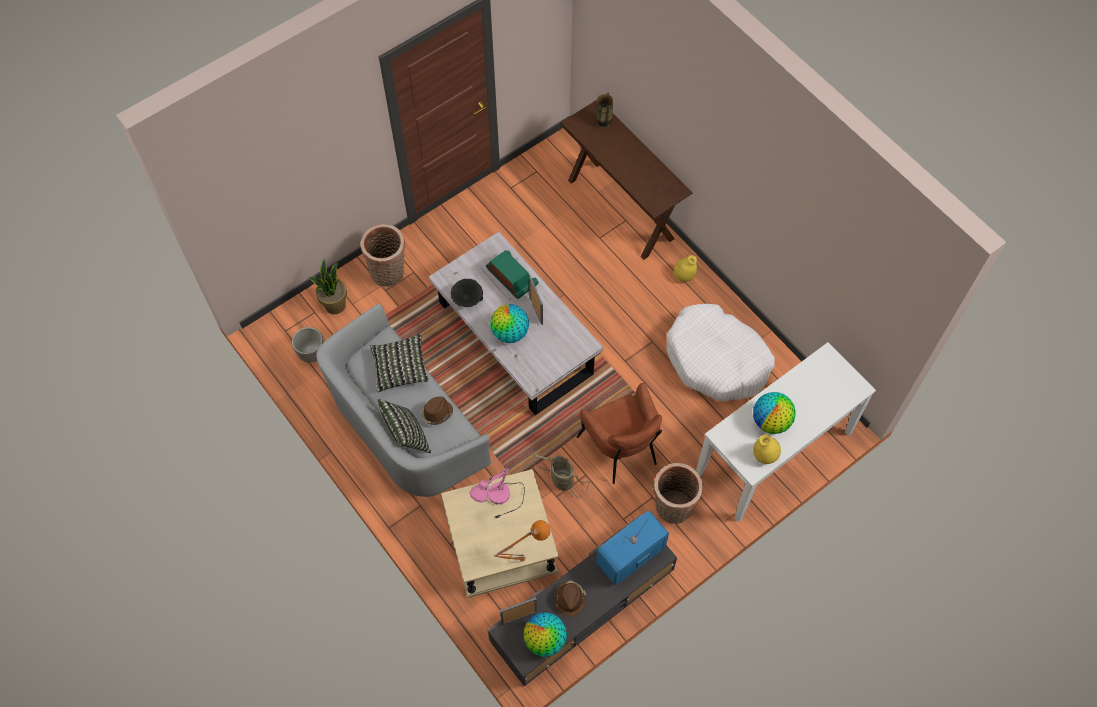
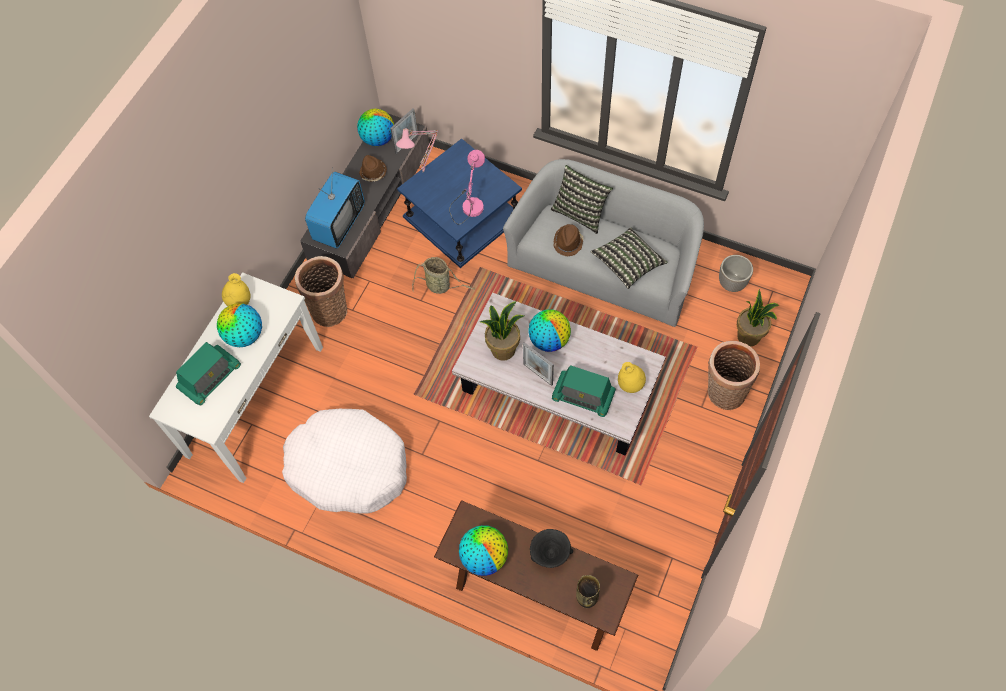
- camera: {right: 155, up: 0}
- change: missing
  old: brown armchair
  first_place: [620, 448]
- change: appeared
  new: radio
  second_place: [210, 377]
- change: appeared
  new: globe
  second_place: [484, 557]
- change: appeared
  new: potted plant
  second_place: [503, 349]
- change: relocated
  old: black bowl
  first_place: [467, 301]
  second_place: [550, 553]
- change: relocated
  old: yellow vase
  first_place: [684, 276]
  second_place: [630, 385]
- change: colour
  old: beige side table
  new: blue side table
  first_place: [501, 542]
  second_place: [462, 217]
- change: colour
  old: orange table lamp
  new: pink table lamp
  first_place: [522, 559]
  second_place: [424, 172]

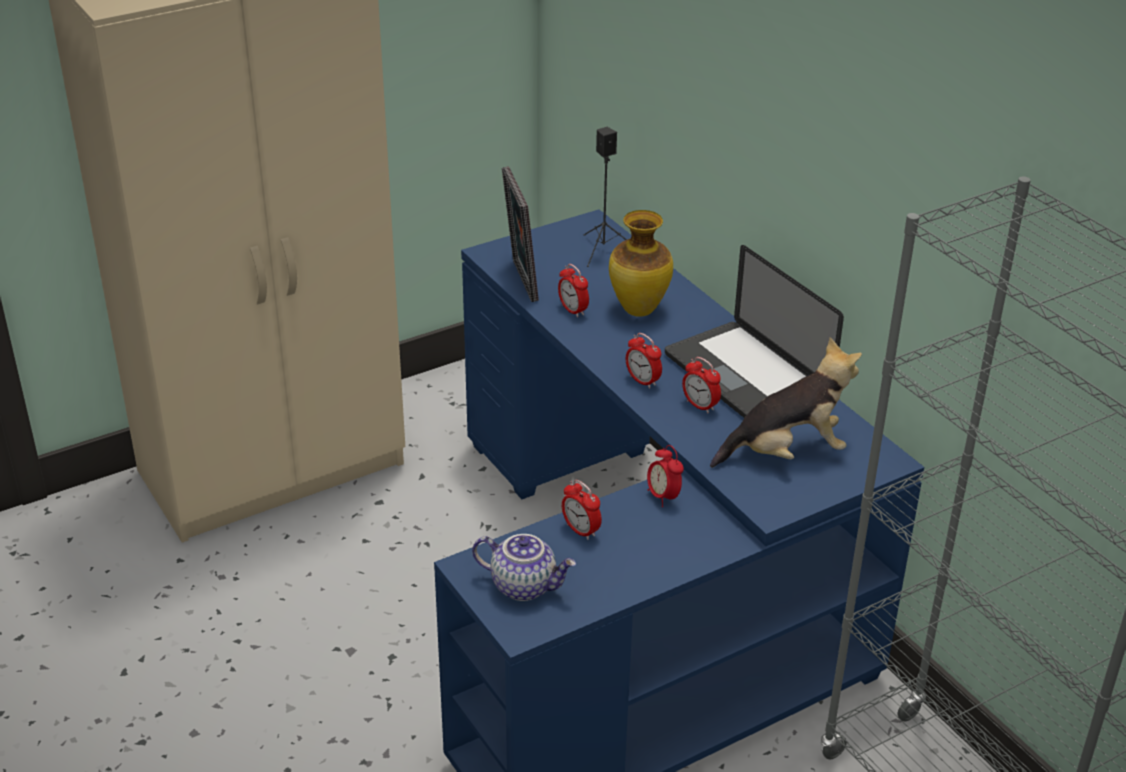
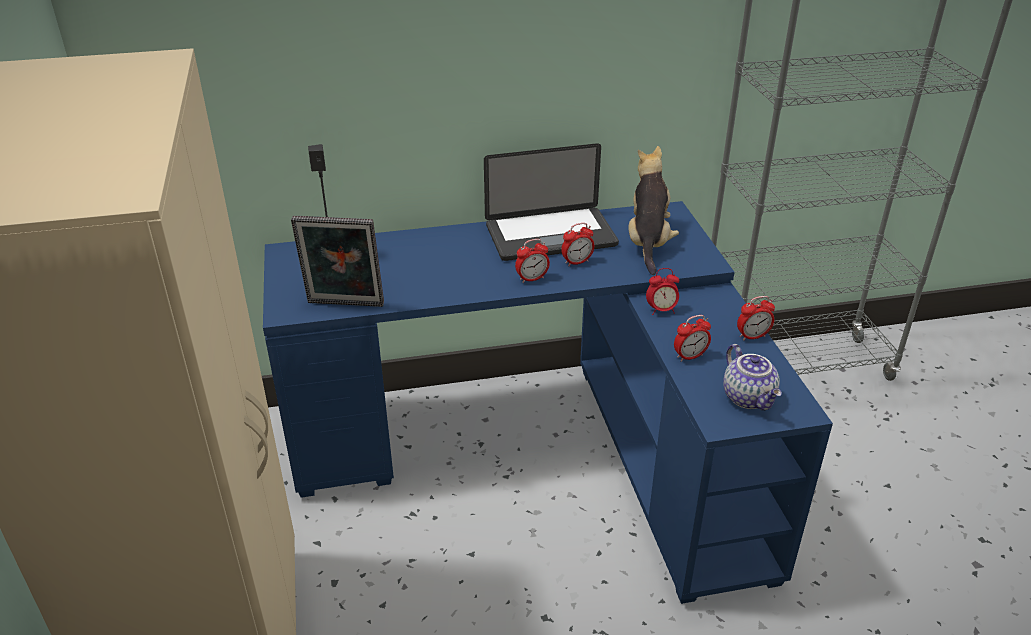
- camera: {right: -70, up: 0}
- change: missing
  old: vase
  first_place: [637, 310]
- change: relocated
  old: alarm clock
  first_place: [573, 310]
  second_place: [752, 336]
- change: spun
  old: teapot
  first_place: [525, 585]
  second_place: [749, 398]
  degrees: 120

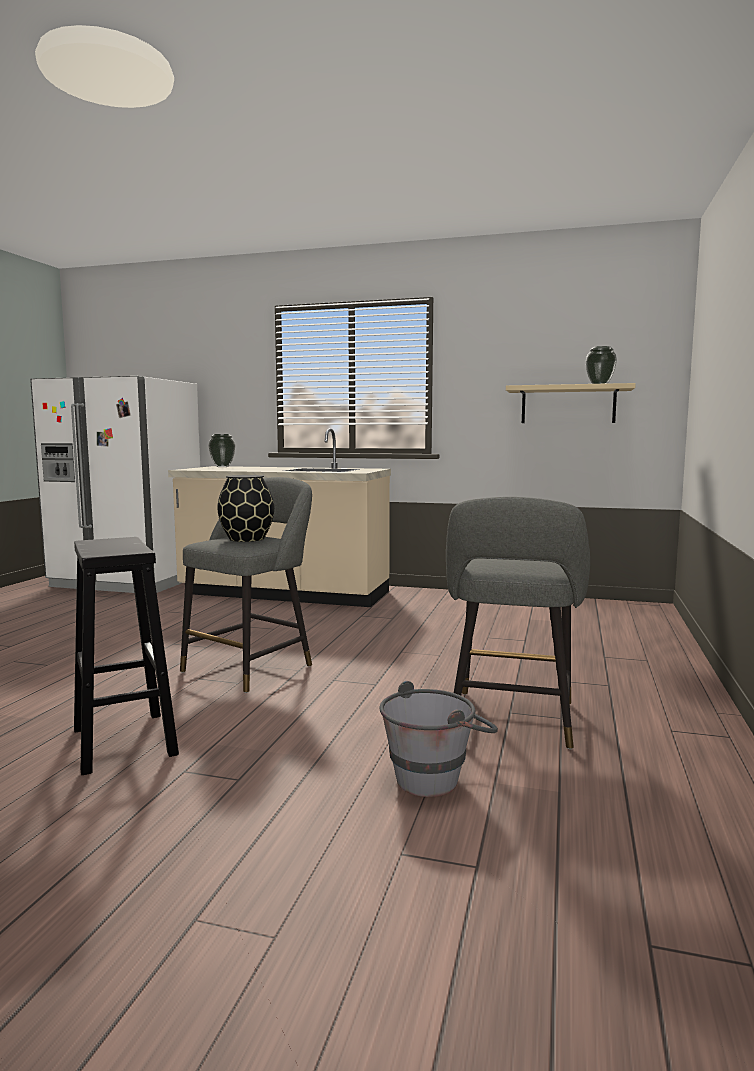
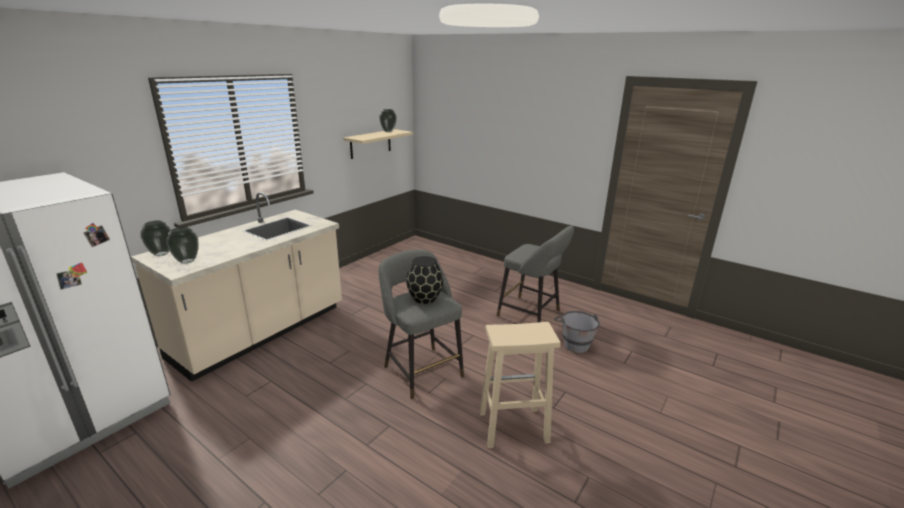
- camera: {right: -70, up: 15}
- change: appeared
  new: vase
  second_place: [187, 261]
- change: colour
  old: black stool
  new: beige stool
  first_place: [123, 741]
  second_place: [512, 427]

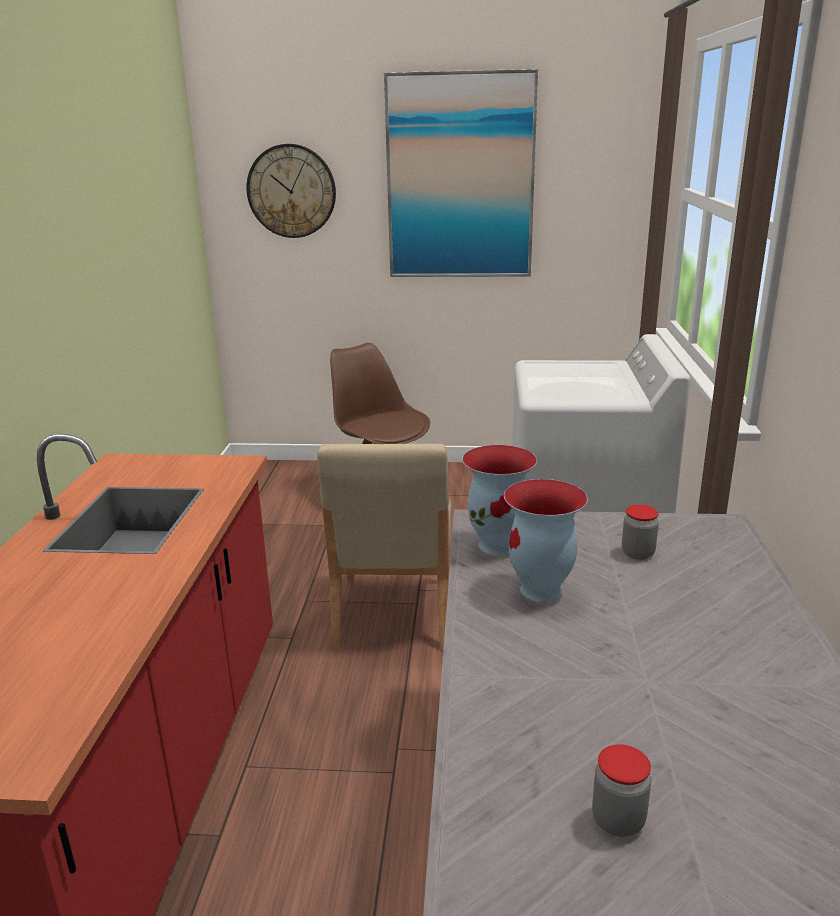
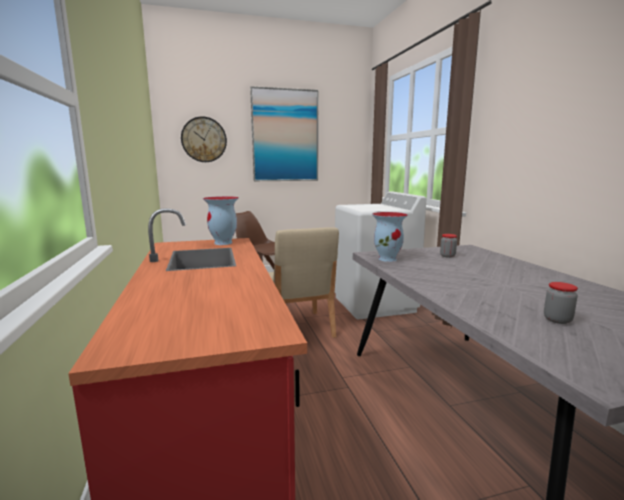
- camera: {right: -20, up: -10}
- change: relocated
  old: vase
  first_place: [541, 590]
  second_place: [223, 243]

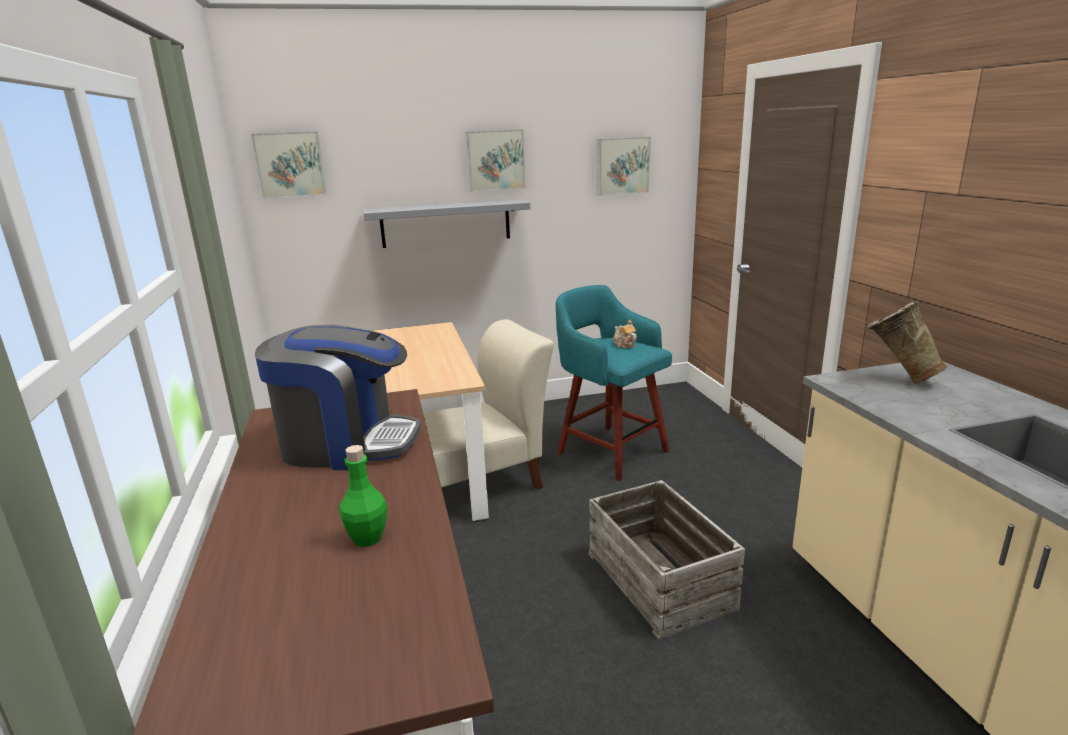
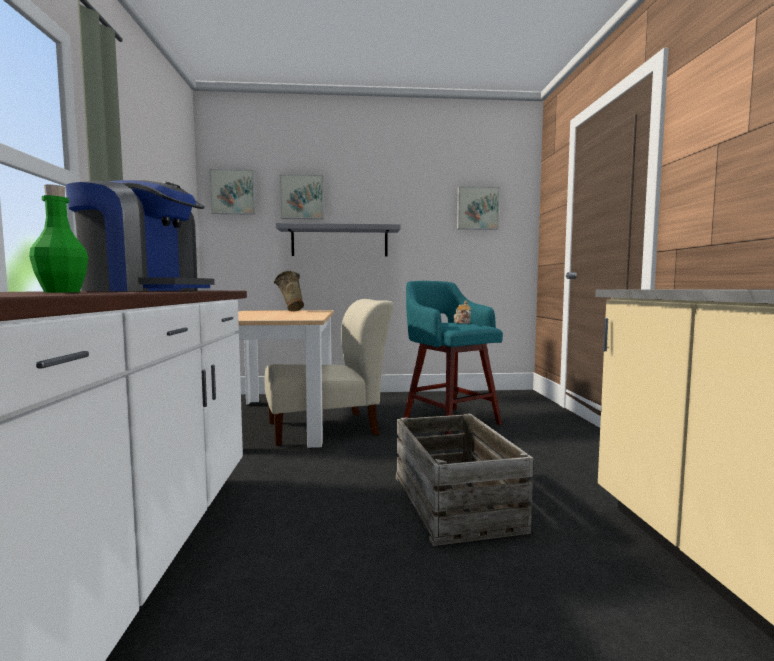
- camera: {right: 10, up: -15}
- change: relocated
  old: picture
  first_place: [495, 160]
  second_place: [302, 197]
- change: relocated
  old: beige vase
  first_place: [898, 378]
  second_place: [290, 311]

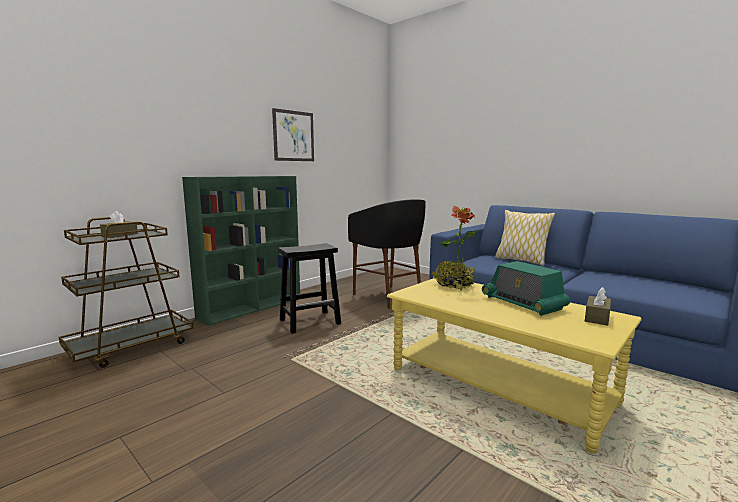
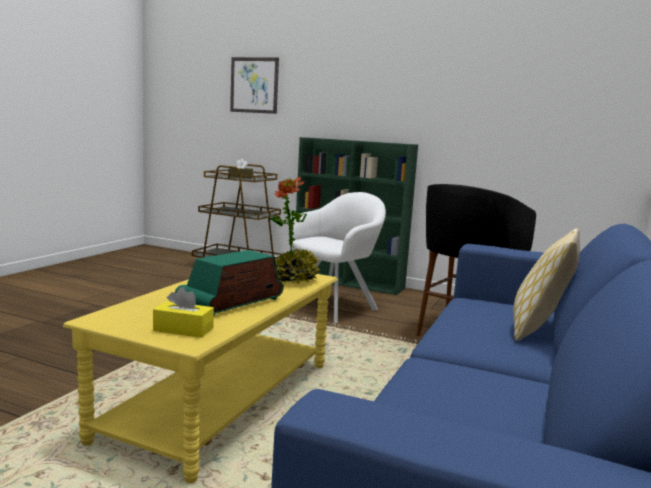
- camera: {right: 70, up: 0}
- change: relocated
  old: picture
  first_place: [293, 136]
  second_place: [254, 85]
- change: exchanged
  old: black stool
  new: white armchair
  first_place: [310, 321]
  second_place: [335, 306]
- change: colour
  old: brown tissue box
  new: yellow tissue box
  first_place: [597, 317]
  second_place: [183, 329]

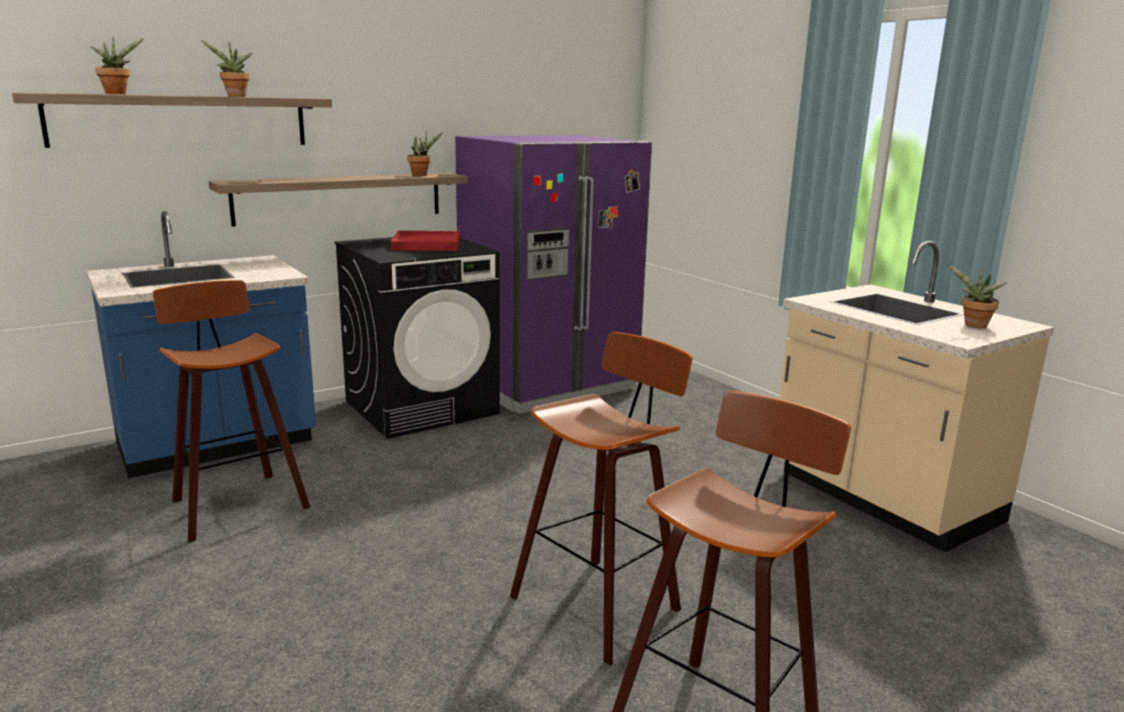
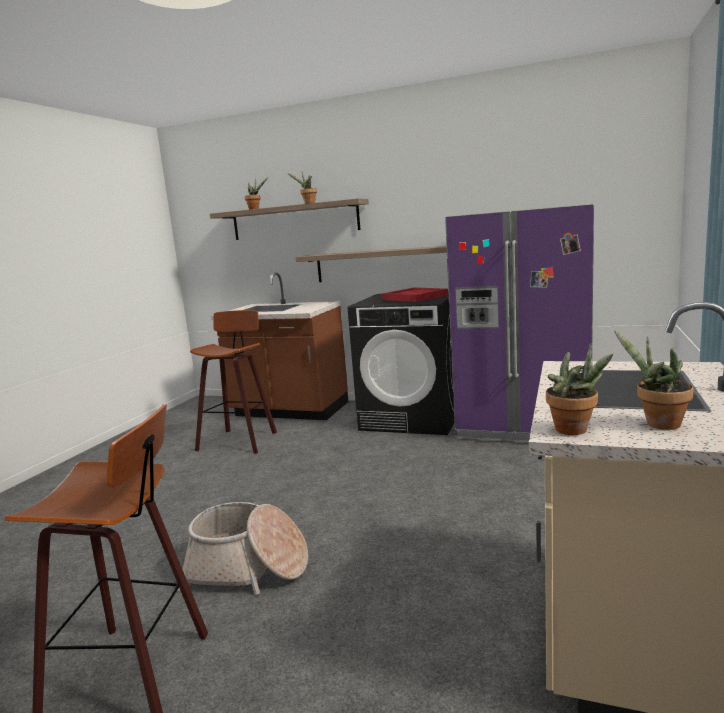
- camera: {right: 55, up: -5}
- change: relocated
  old: potted plant
  first_place: [422, 175]
  second_place: [576, 431]
- change: exchanged
  old: stool
  new: basket
  first_place: [600, 602]
  second_place: [248, 569]
- change: colour
  old: blue counter
  new: brown counter
  first_place: [217, 444]
  second_place: [289, 410]

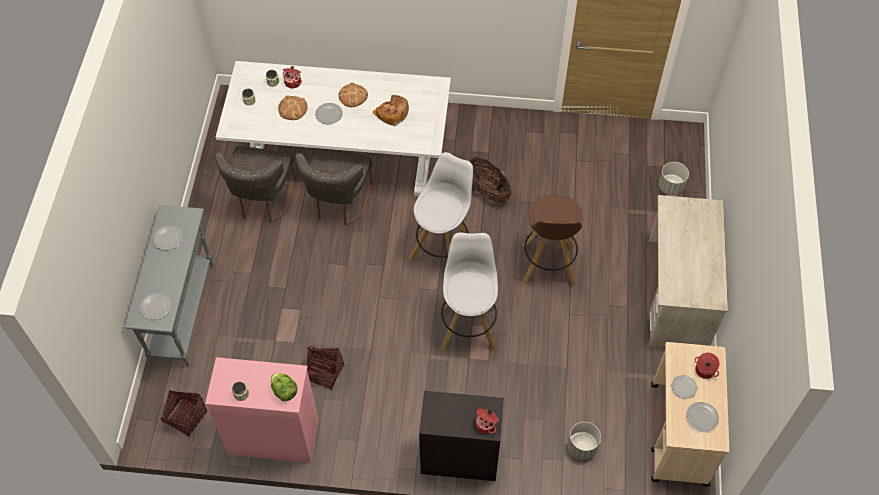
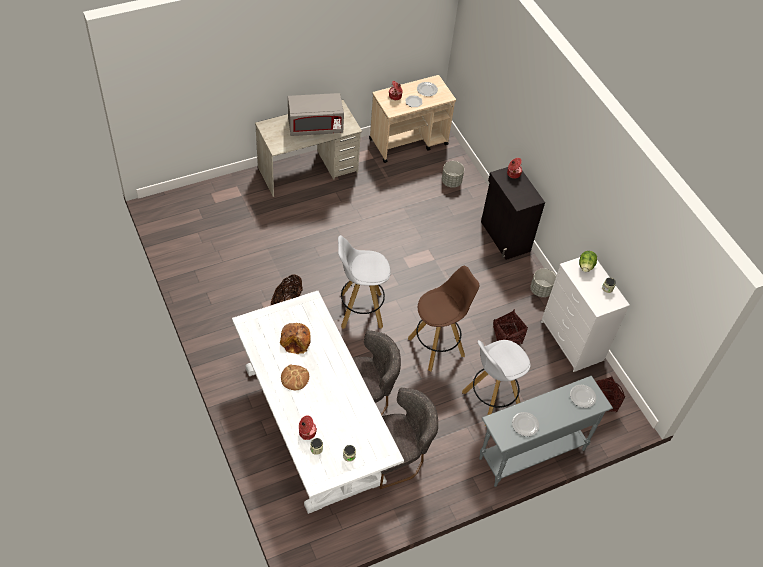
- camera: {right: -125, up: -5}
- change: missing
  old: bread
  first_place: [293, 108]
- change: missing
  old: plate
  first_place: [328, 114]
- change: appeared
  new: grey microwave
  second_place: [315, 126]
- change: relocated
  old: white stool
  first_place: [468, 326]
  second_place: [490, 401]
- change: relocated
  old: brown stool
  first_place: [548, 265]
  second_place: [437, 346]
- change: relocated
  old: grey planter
  first_place: [670, 187]
  second_place: [541, 290]
- change: colour
  old: pink dresser
  new: white dresser
  first_place: [273, 437]
  second_place: [572, 341]

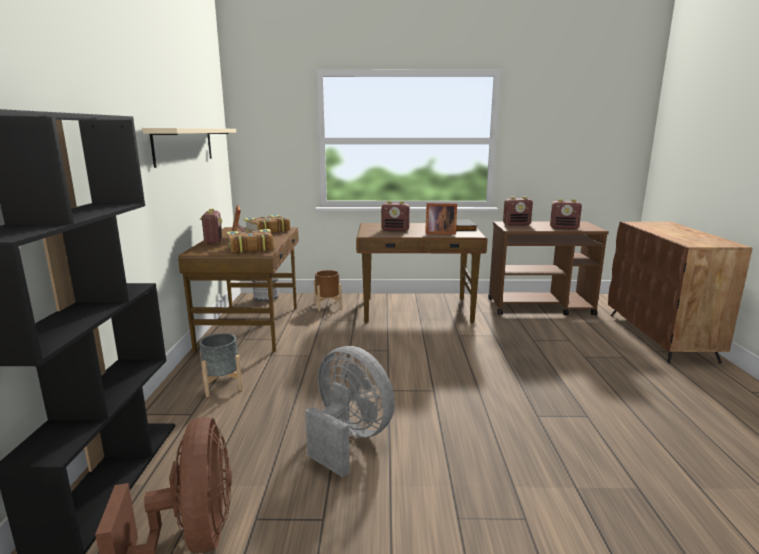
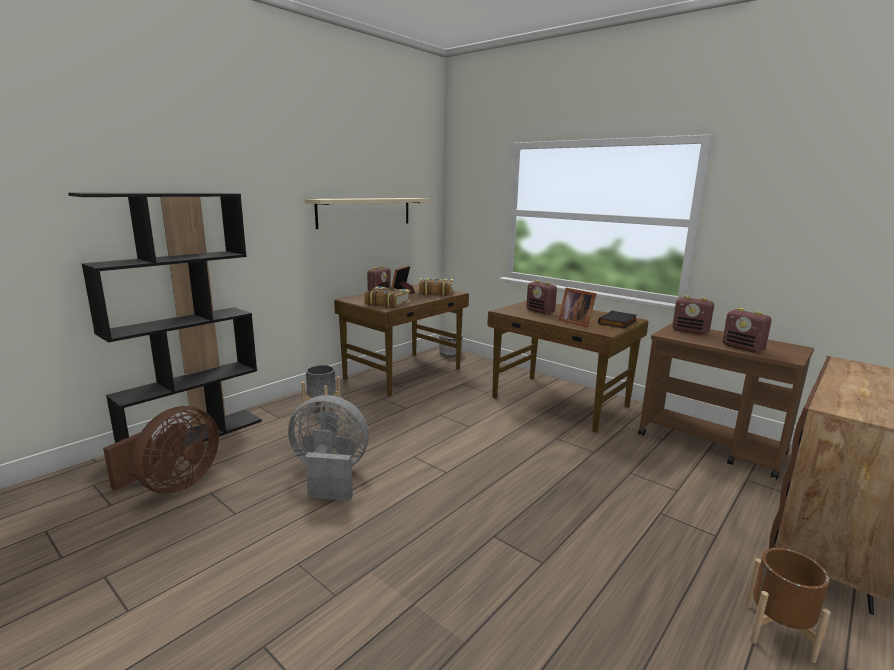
- camera: {right: 40, up: 0}
- change: relocated
  old: brown planter
  first_place: [328, 305]
  second_place: [778, 631]
- change: spun
  old: grey fan
  first_place: [349, 439]
  second_place: [329, 476]
  degrees: -75

